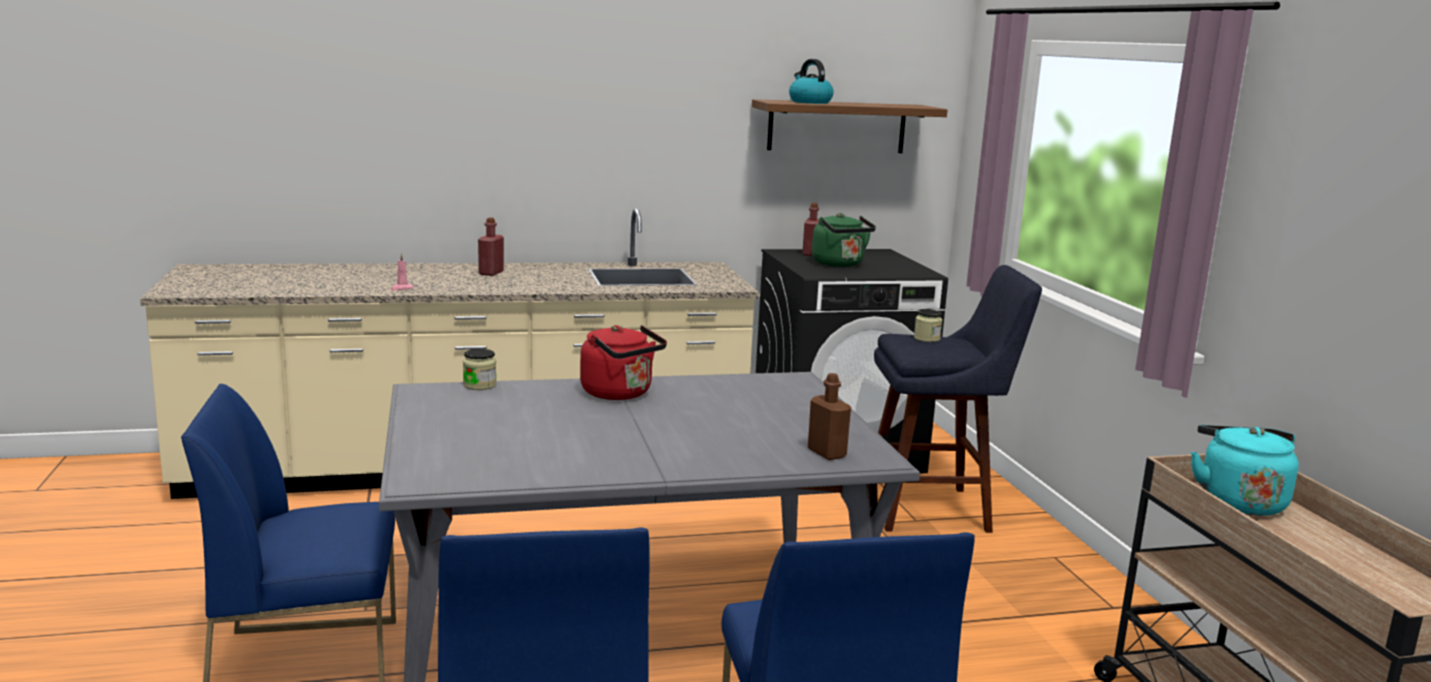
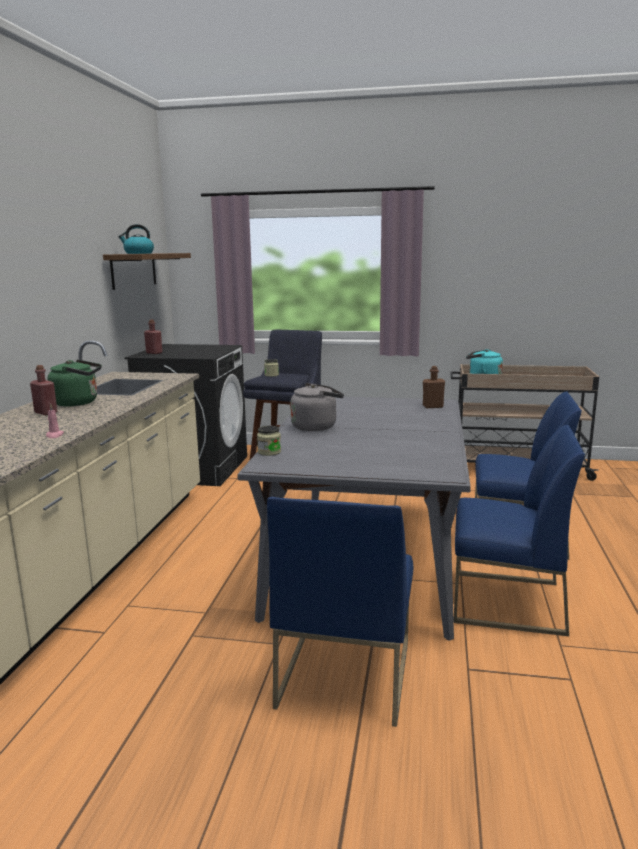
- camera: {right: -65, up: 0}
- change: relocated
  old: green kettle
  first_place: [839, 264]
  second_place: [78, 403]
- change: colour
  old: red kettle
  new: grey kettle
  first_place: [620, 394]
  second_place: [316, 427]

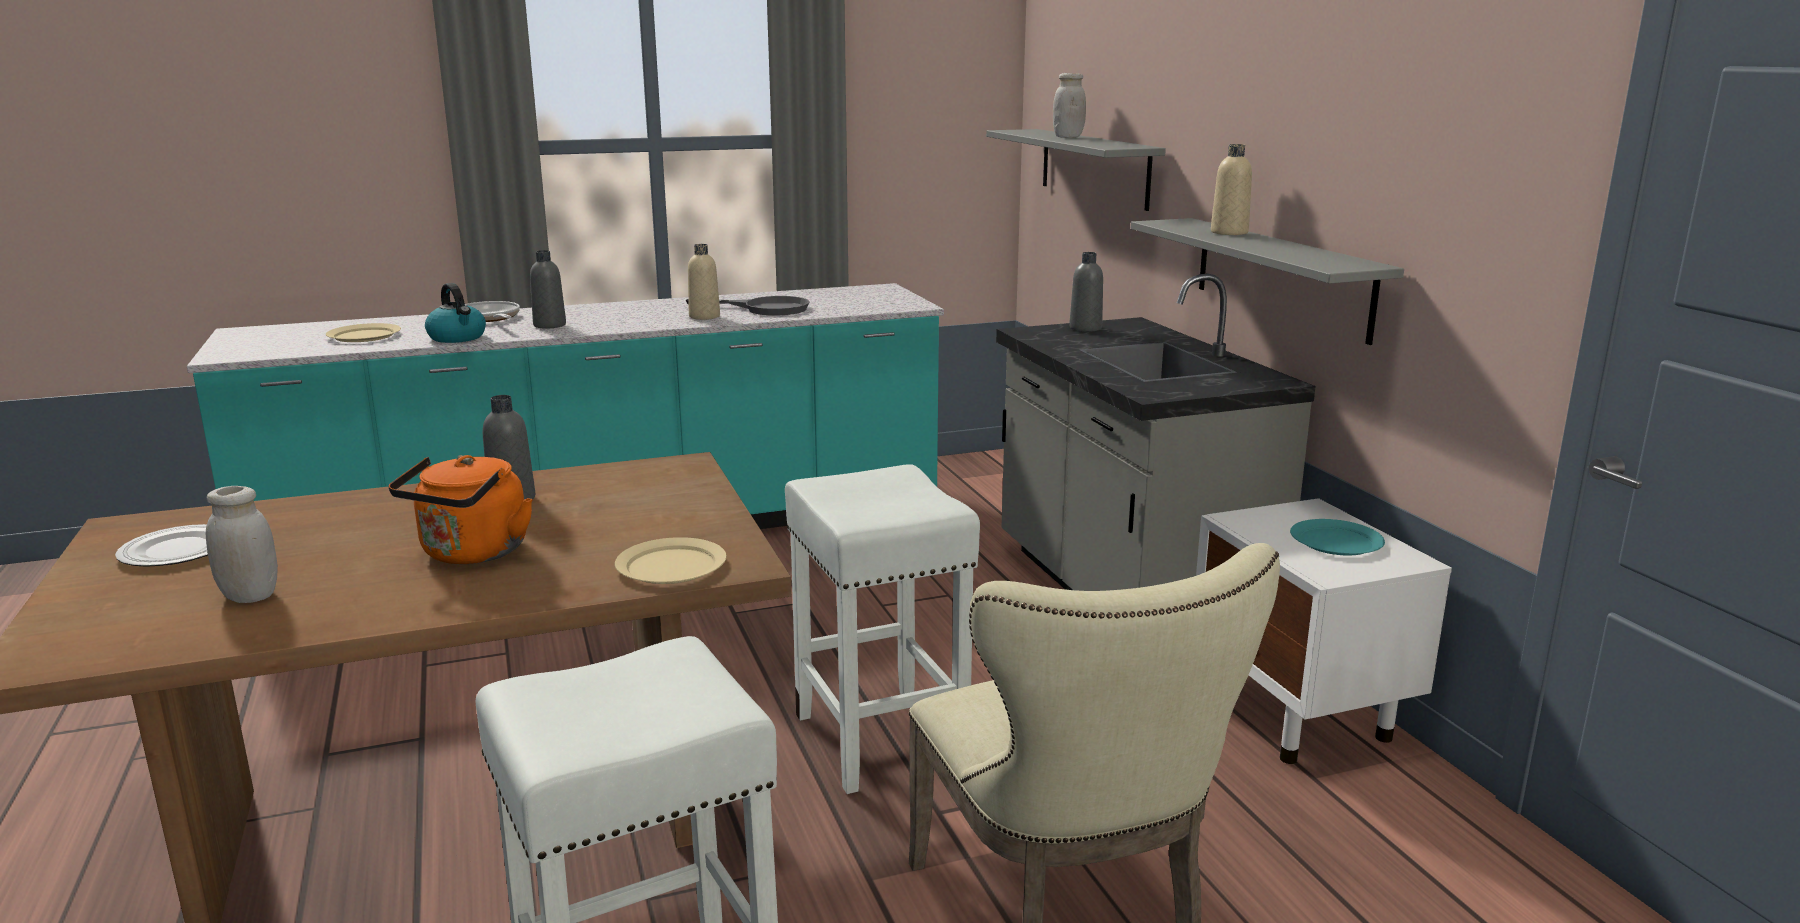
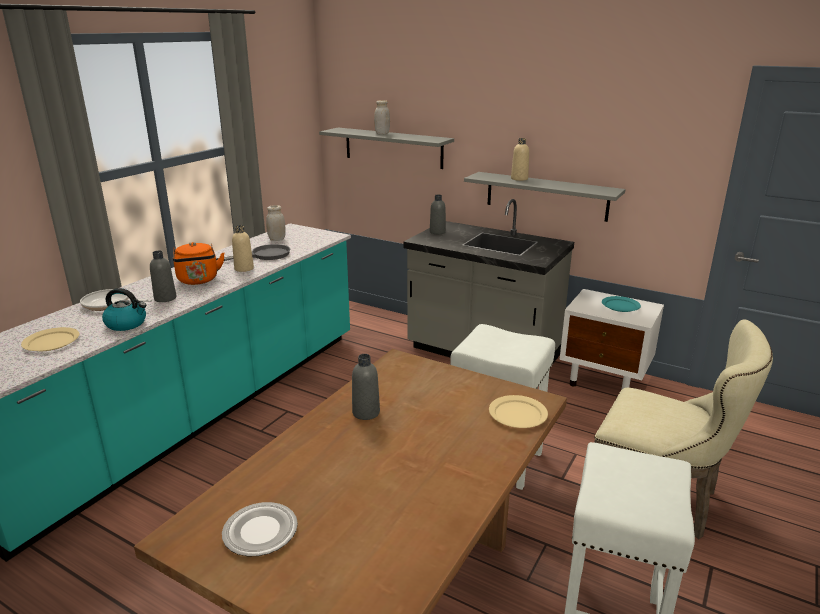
- camera: {right: -40, up: 5}
- change: relocated
  old: white jar
  first_place: [250, 596]
  second_place: [277, 239]
- change: relocated
  old: orange kettle
  first_place: [471, 554]
  second_place: [198, 280]

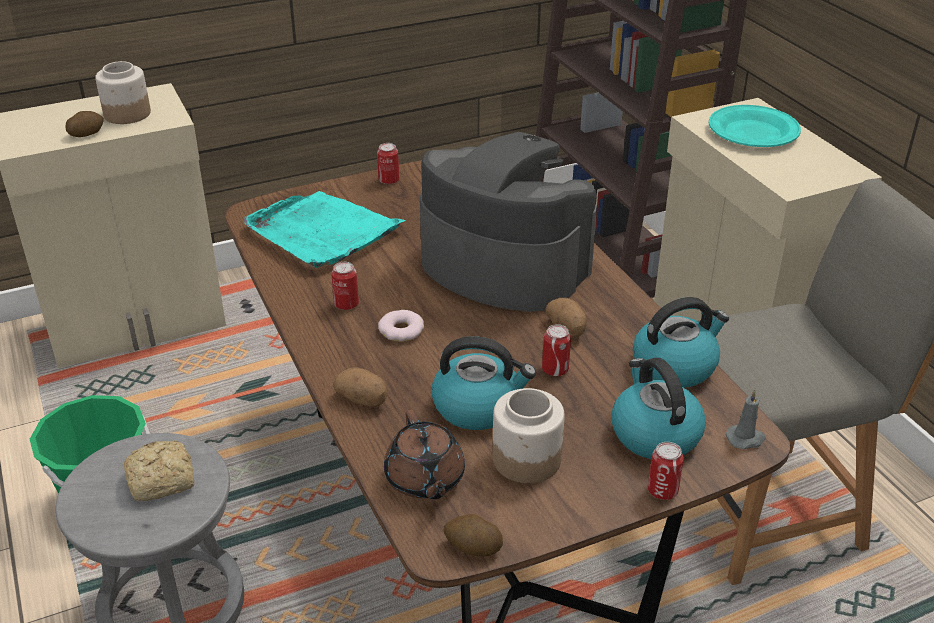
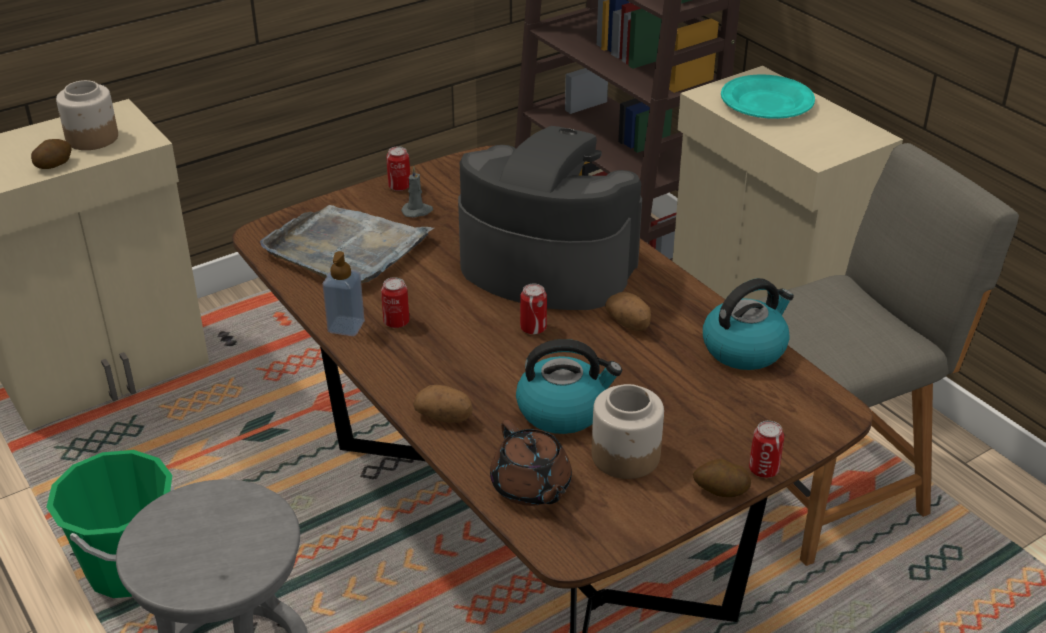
- camera: {right: -10, up: 0}
- change: missing
  old: bread
  first_place: [164, 480]
- change: missing
  old: donut
  first_place: [401, 330]
- change: missing
  old: kettle
  first_place: [654, 433]
- change: appeared
  new: soap dispenser
  second_place: [346, 326]
- change: relocated
  old: potato
  first_place: [472, 547]
  second_place: [720, 491]
- change: relocated
  old: can
  first_place: [555, 369]
  second_place: [533, 328]
- change: relocated
  old: grey candle
  first_place: [746, 439]
  second_place: [417, 211]
- change: colour
  old: turquoise tray
  new: grey tray
  first_place: [322, 232]
  second_place: [346, 249]

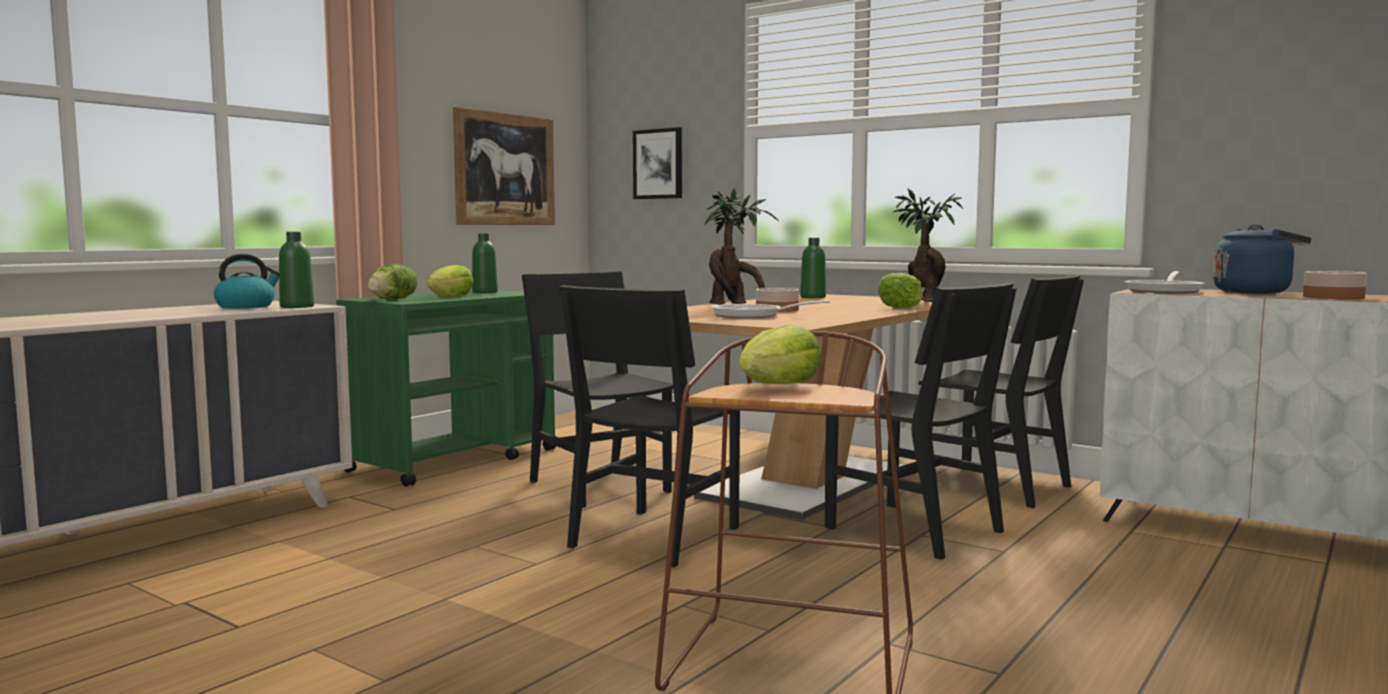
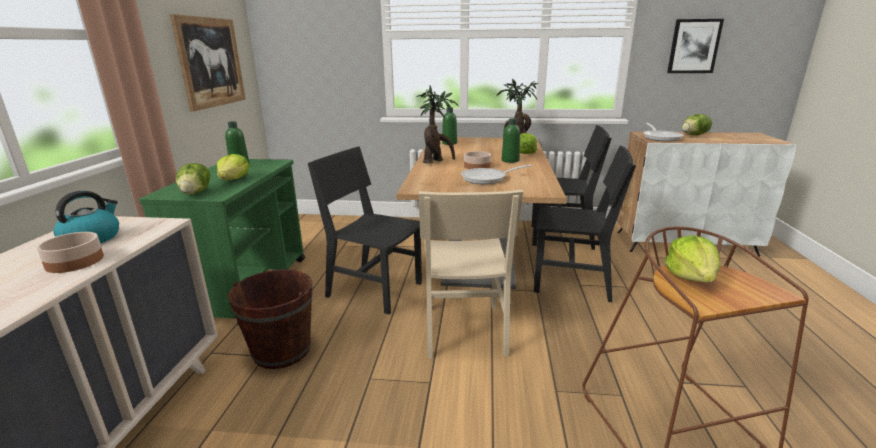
- camera: {right: -30, up: 15}
- change: appeared
  new: brown bucket
  second_place: [282, 350]
- change: relocated
  old: green bottle
  first_place: [297, 307]
  second_place: [510, 160]
- change: relocated
  old: picture
  first_place: [658, 164]
  second_place: [694, 46]
- change: relocated
  old: bowl
  first_place: [1334, 297]
  second_place: [75, 262]
- change: exchanged
  old: blue kettle
  new: lettuce
  first_place: [1255, 292]
  second_place: [694, 135]
- change: colour
  old: black chair
  new: beige chair
  first_place: [655, 537]
  second_place: [464, 329]

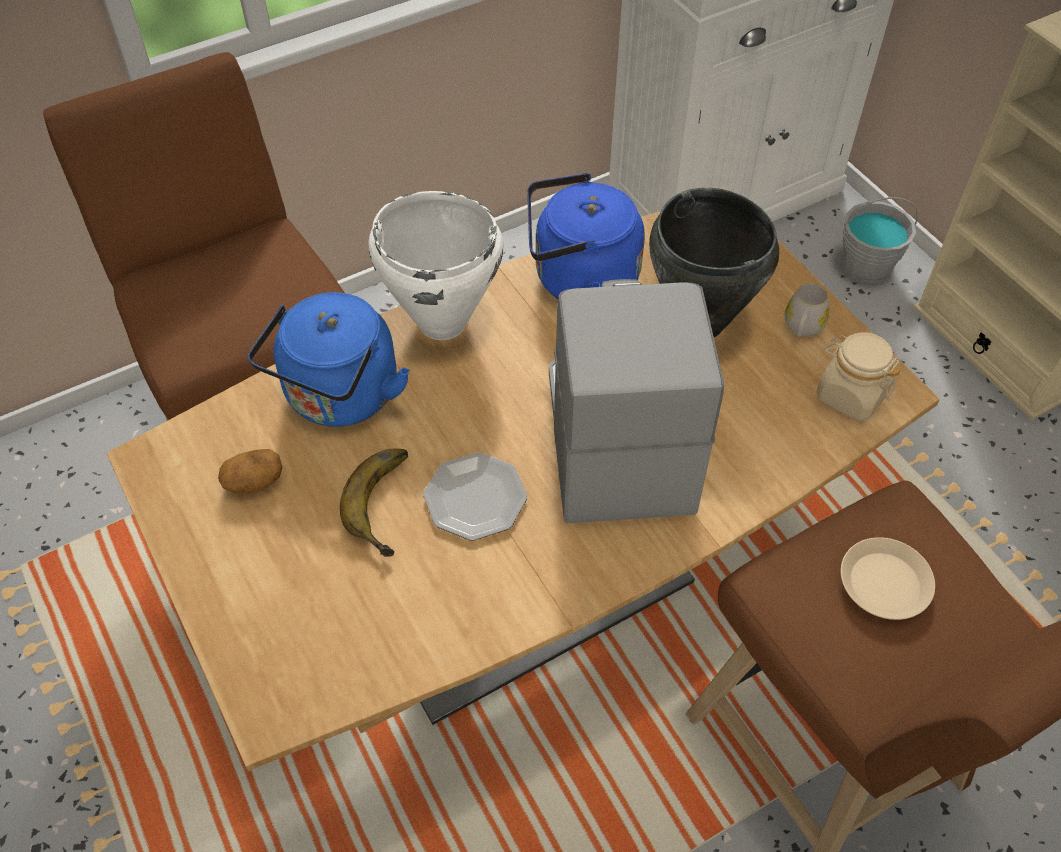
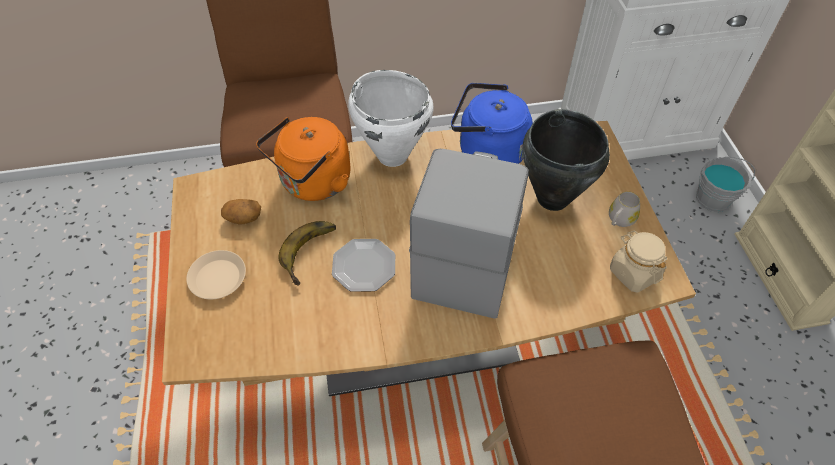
- camera: {right: 20, up: 0}
- change: relocated
  old: beige plate
  first_place: [884, 583]
  second_place: [217, 278]
- change: colour
  old: blue kettle
  new: orange kettle
  first_place: [339, 398]
  second_place: [313, 183]

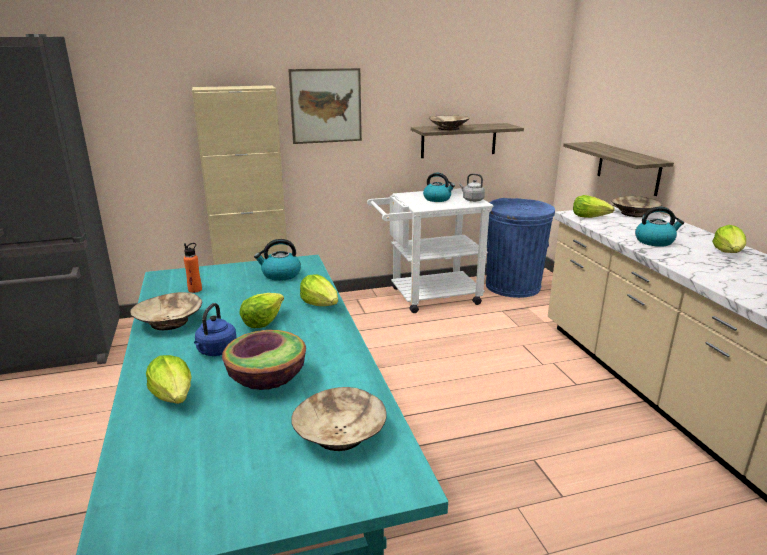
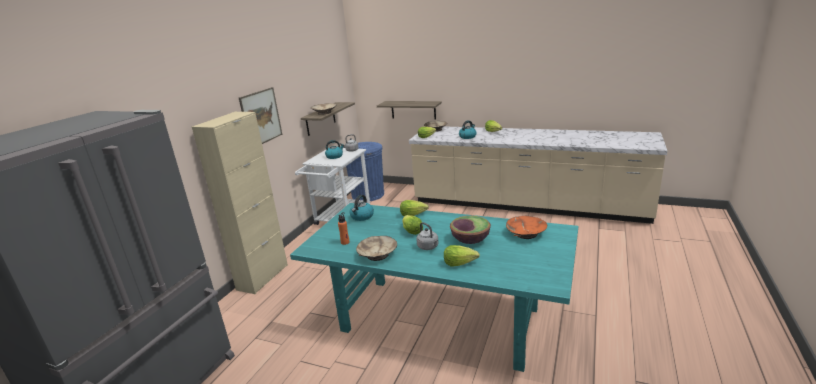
- camera: {right: -50, up: 0}
- change: colour
  old: blue kettle
  new: grey kettle
  first_place: [216, 351]
  second_place: [428, 247]
- change: colour
  old: beige bowl
  new: orange bowl
  first_place: [340, 434]
  second_place: [526, 233]

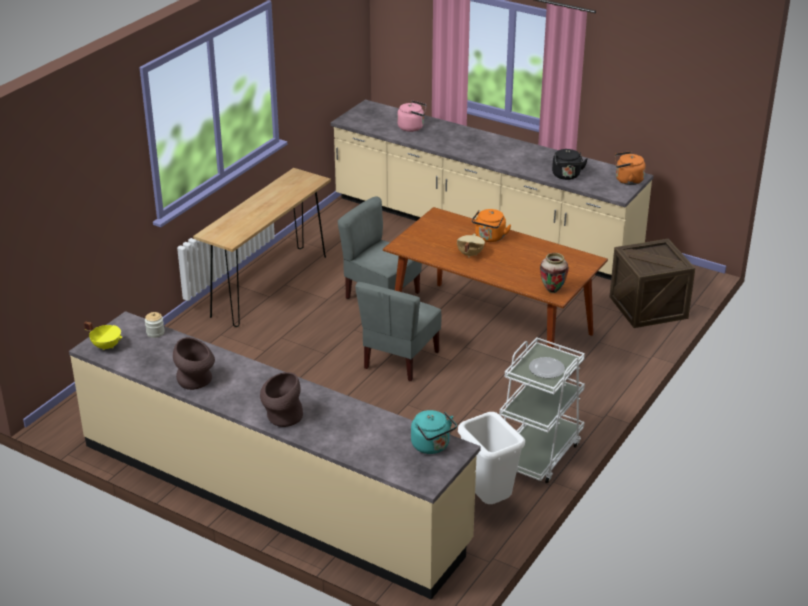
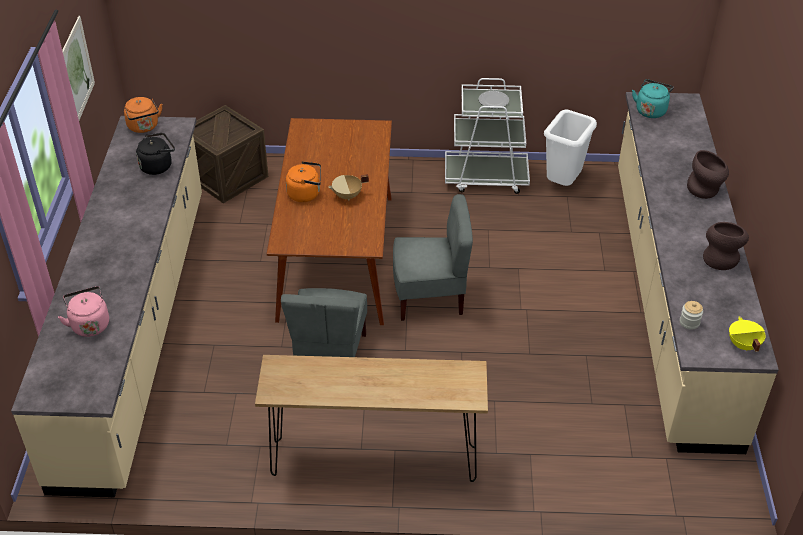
- camera: {right: -120, up: 10}
- change: missing
  old: vase
  first_place: [552, 290]
- change: appeared
  new: picture
  second_place: [76, 71]

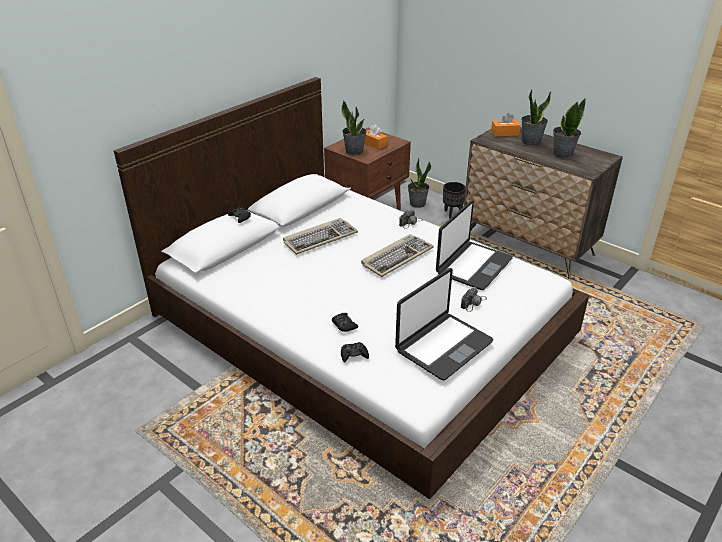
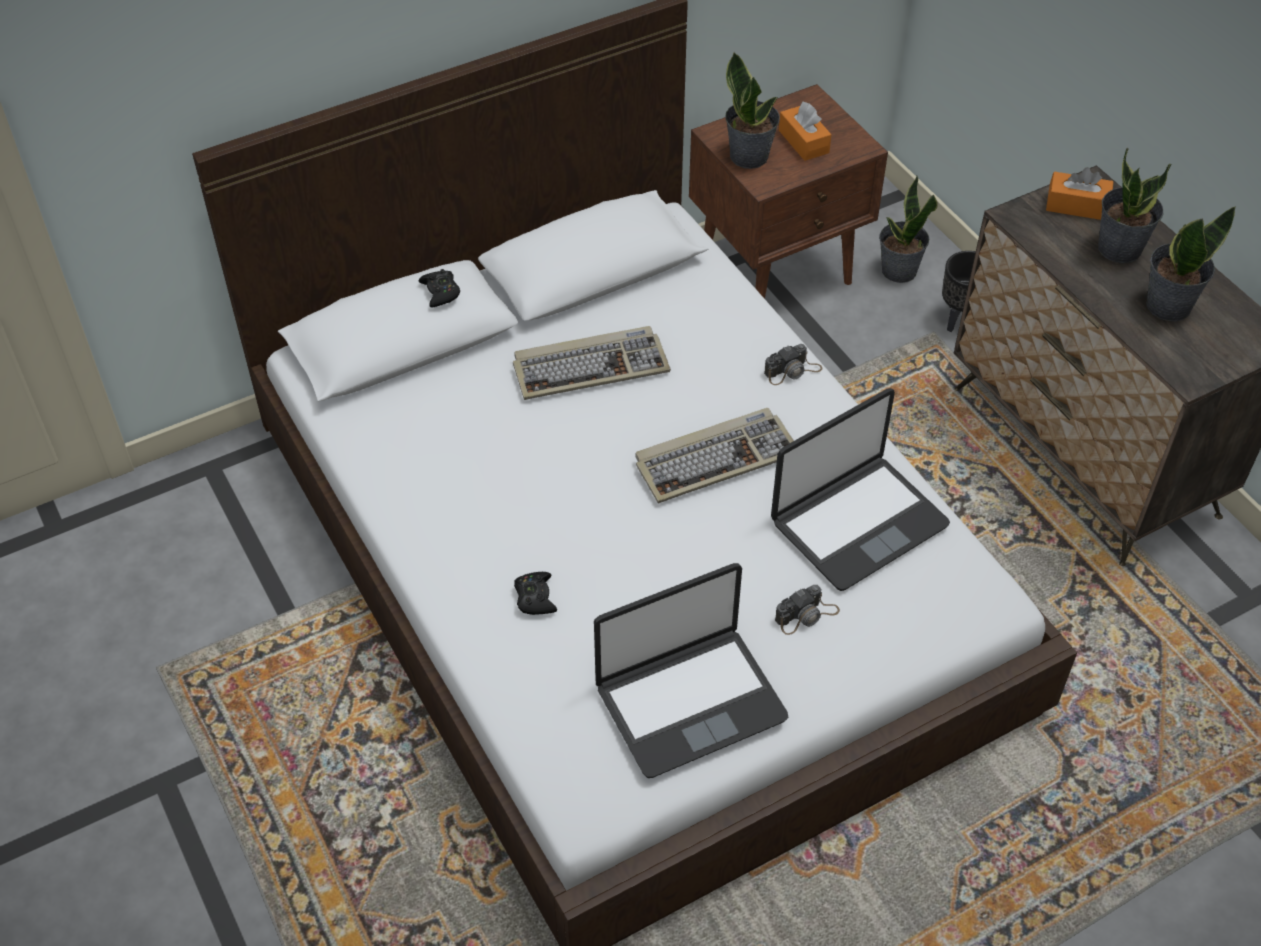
- camera: {right: 20, up: 15}
- change: missing
  old: black game controller
  first_place: [354, 355]

